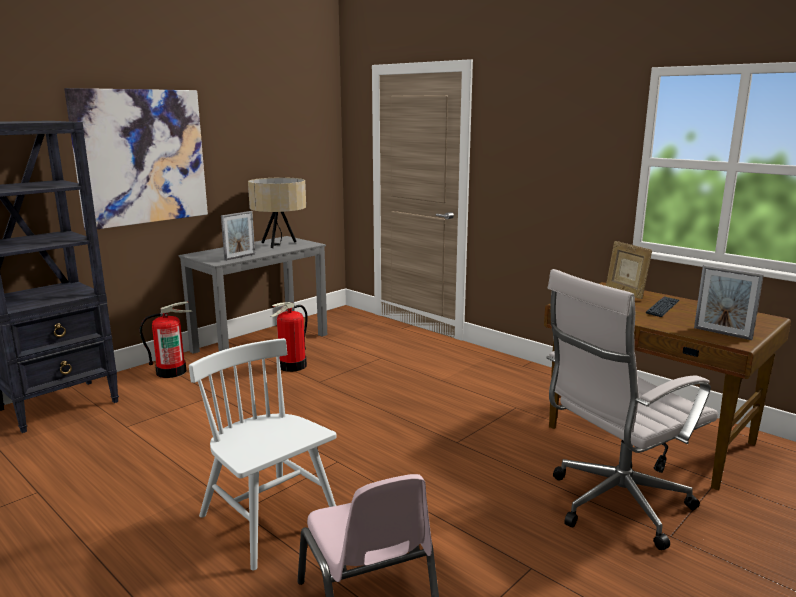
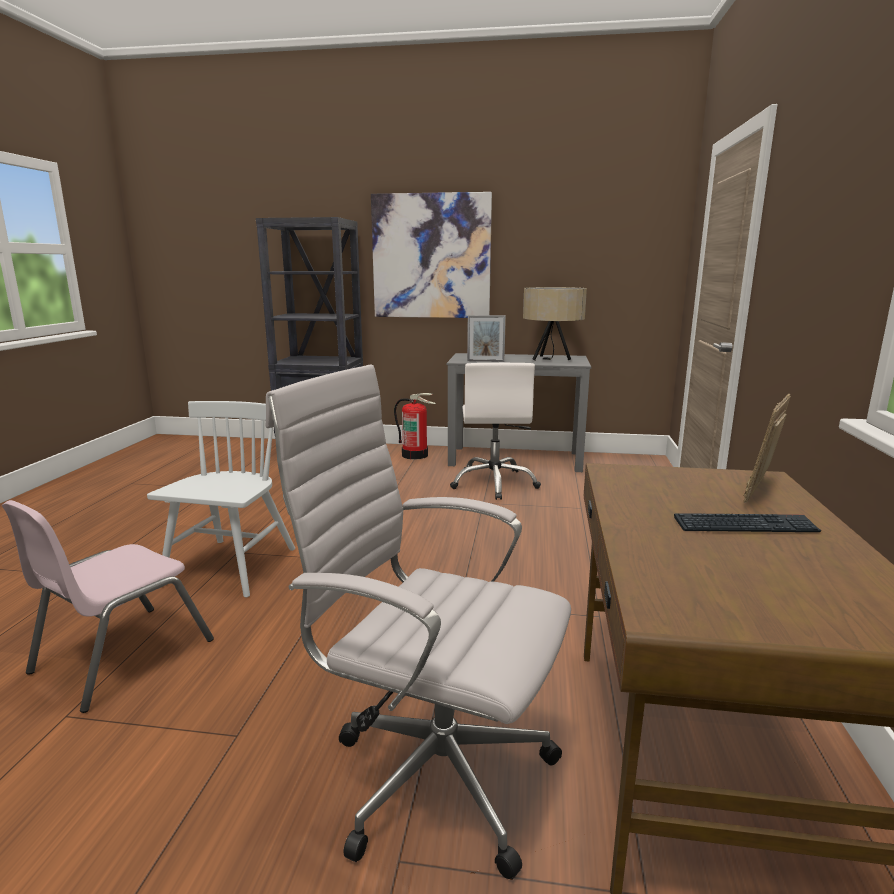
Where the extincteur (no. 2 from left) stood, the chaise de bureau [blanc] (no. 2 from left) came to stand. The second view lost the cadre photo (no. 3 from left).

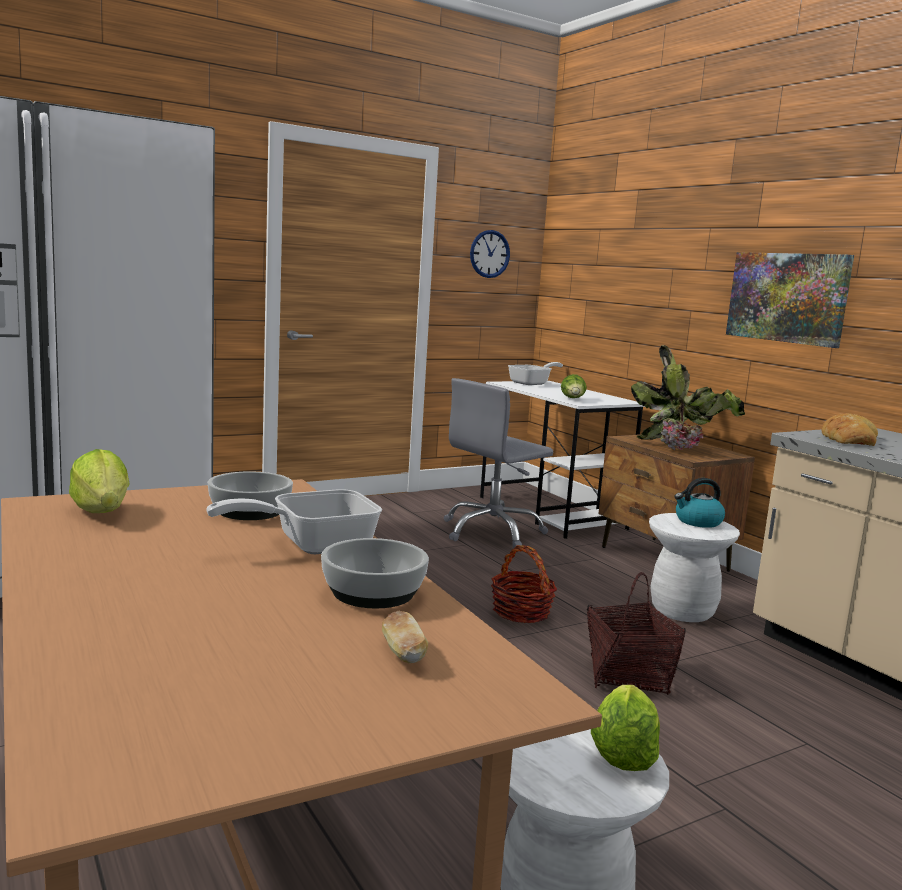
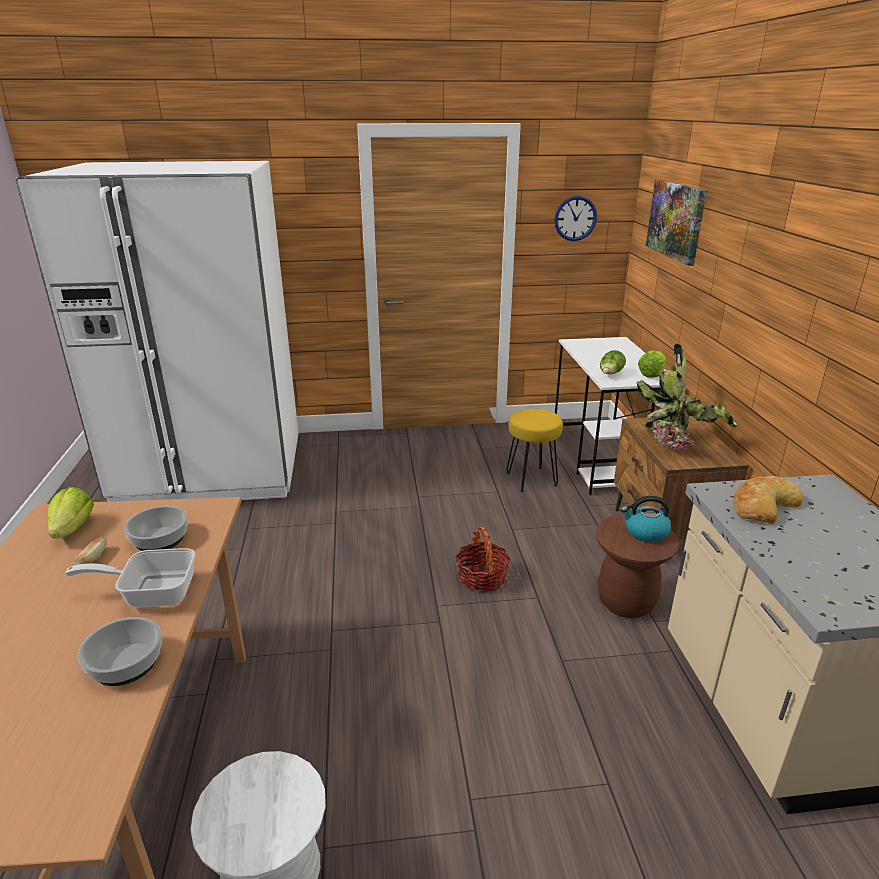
The pain (no. 1 from left) ended up elsewhere. Where the chaise de bureau [gris] stood, the tabouret [jaune] came to stand. What was the tabouret [blanc] (no. 2 from left) turned into the tabouret [marron]. The laitue (no. 3 from left) ended up elsewhere. The tableau ended up elsewhere. The second view lost the poêle (no. 2 from left). The second view lost the panier (no. 2 from left).

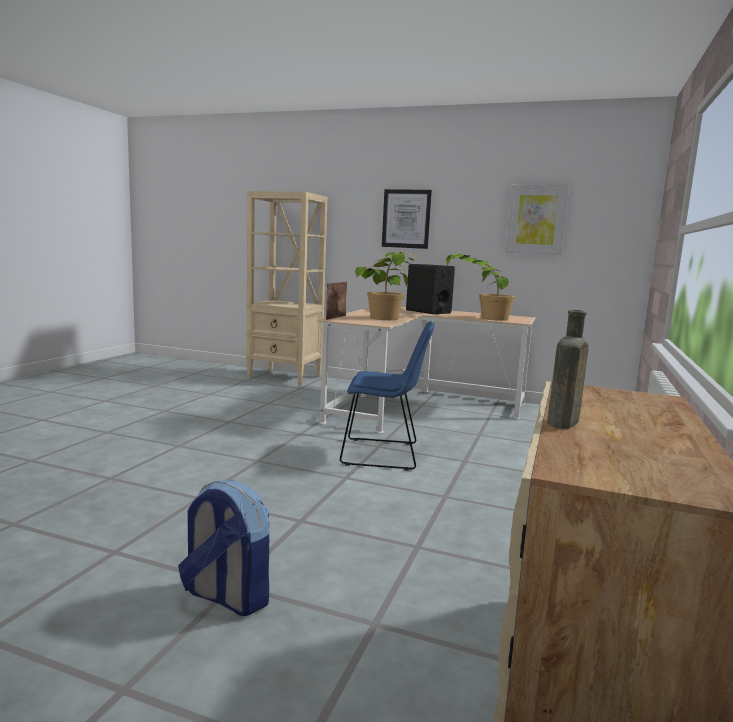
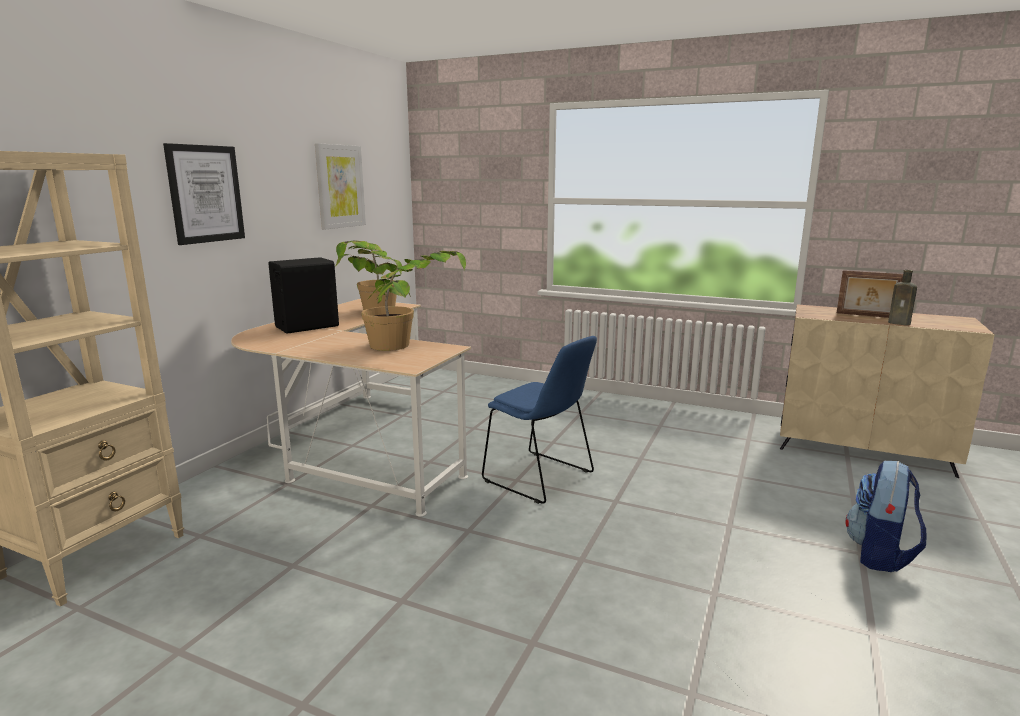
The chaise [bleu] ended up facing another way, 120 degrees clockwise from before. The cadre photo ended up elsewhere.

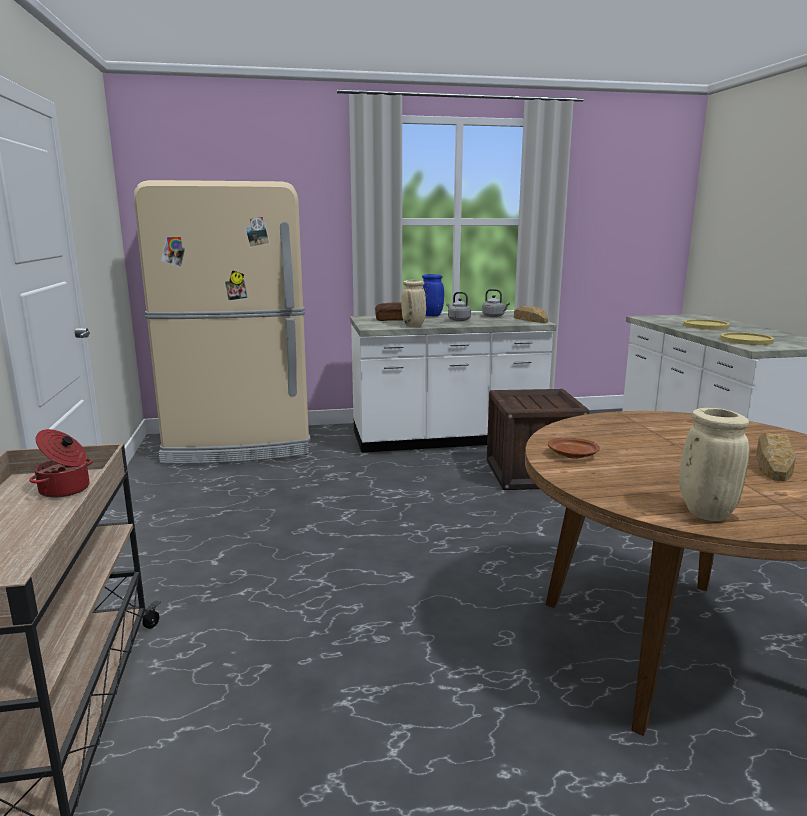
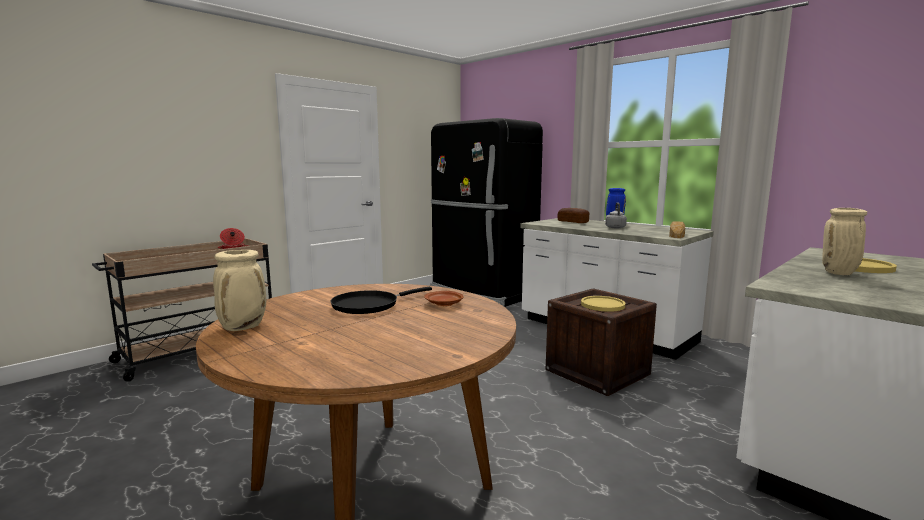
The second view gained the poêle [noir]. The assiette [marron] ended up elsewhere. What was the réfrigérateur [beige] turned into the réfrigérateur [noir]. The assiette [jaune] (no. 2 from left in the first image) ended up elsewhere. The vase [beige] (no. 1 from left in the first image) ended up elsewhere. The second view lost the bouilloire [gris] (no. 2 from left). The second view lost the pain (no. 3 from left).

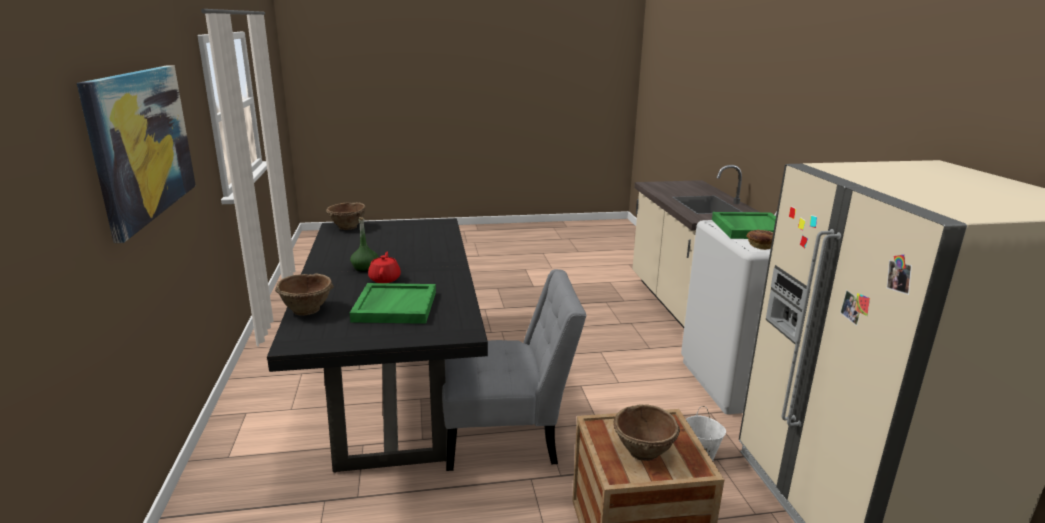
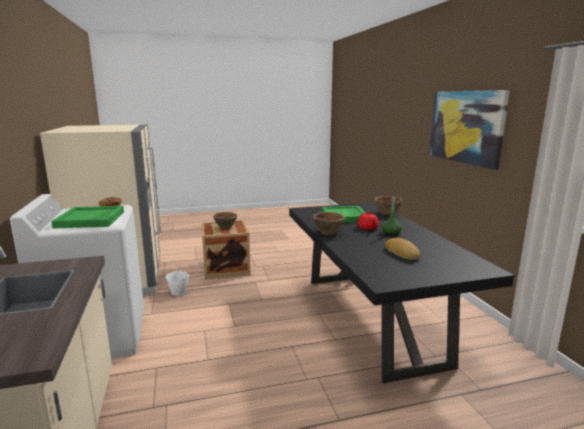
The bol [marron] (no. 2 from left) ended up elsewhere. The second view gained the pain (no. 2 from left). The second view lost the chaise [gris].

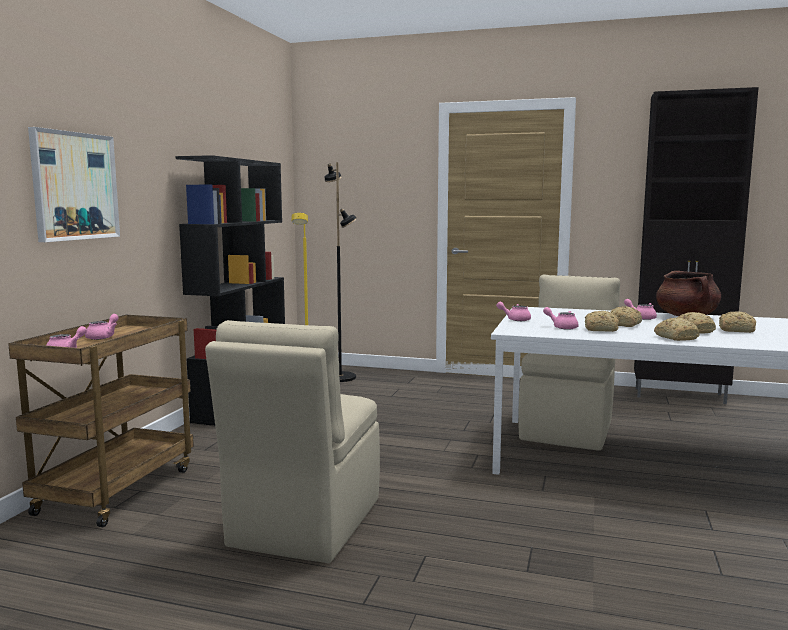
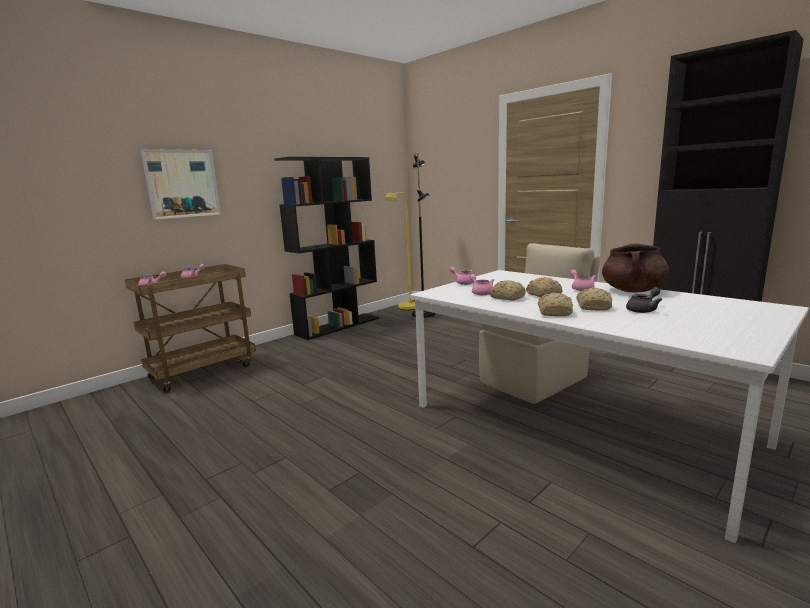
Where the pain (no. 5 from left) stood, the théière [gris] came to stand. The second view lost the chaise [beige] (no. 1 from left).

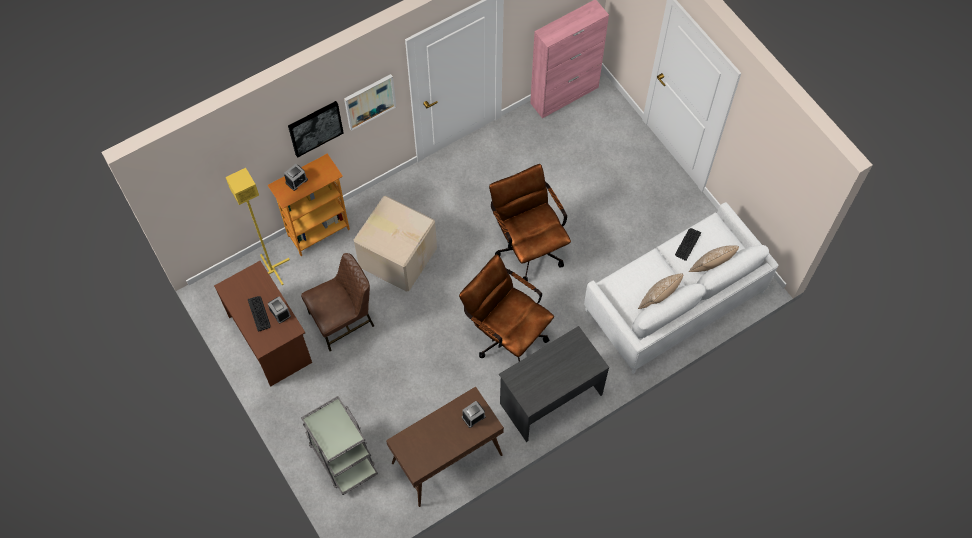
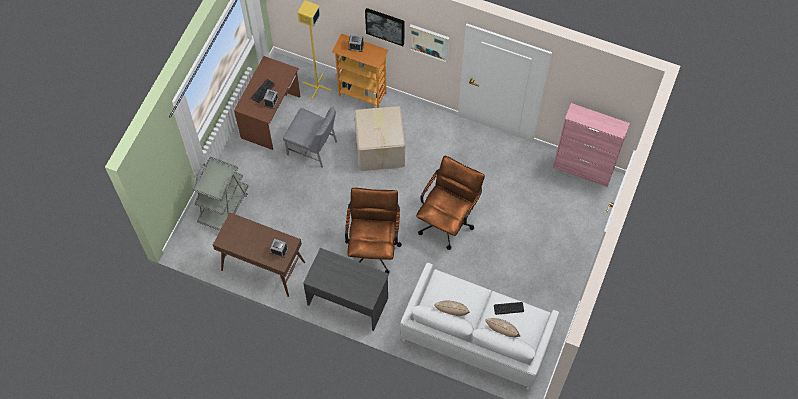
What was the chaise [marron] turned into the chaise [gris].

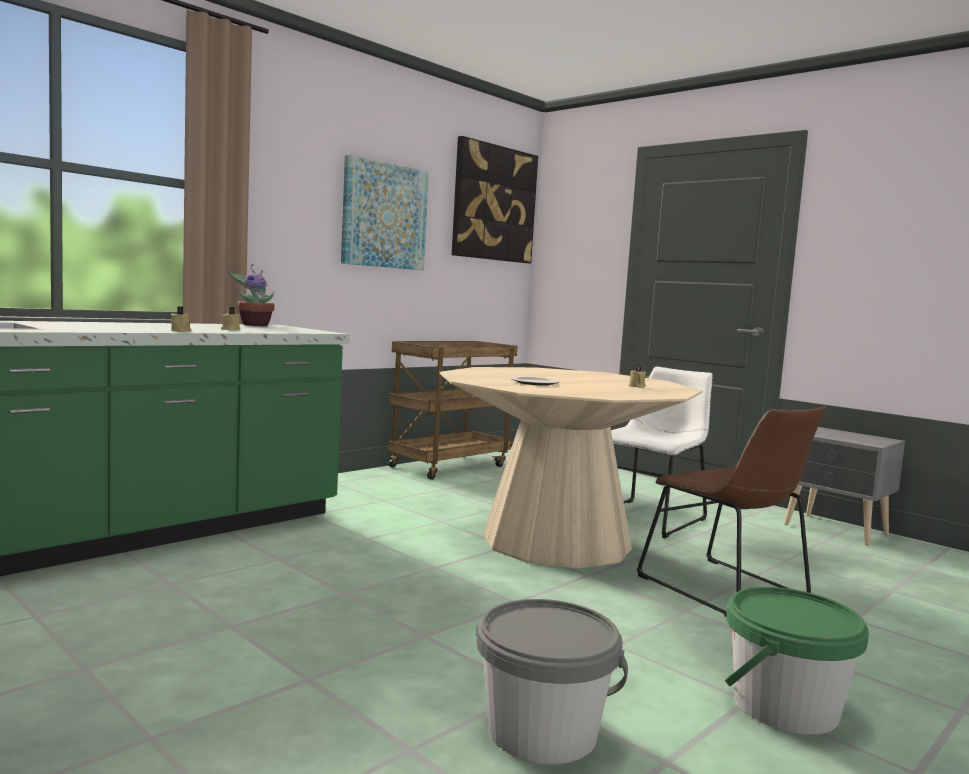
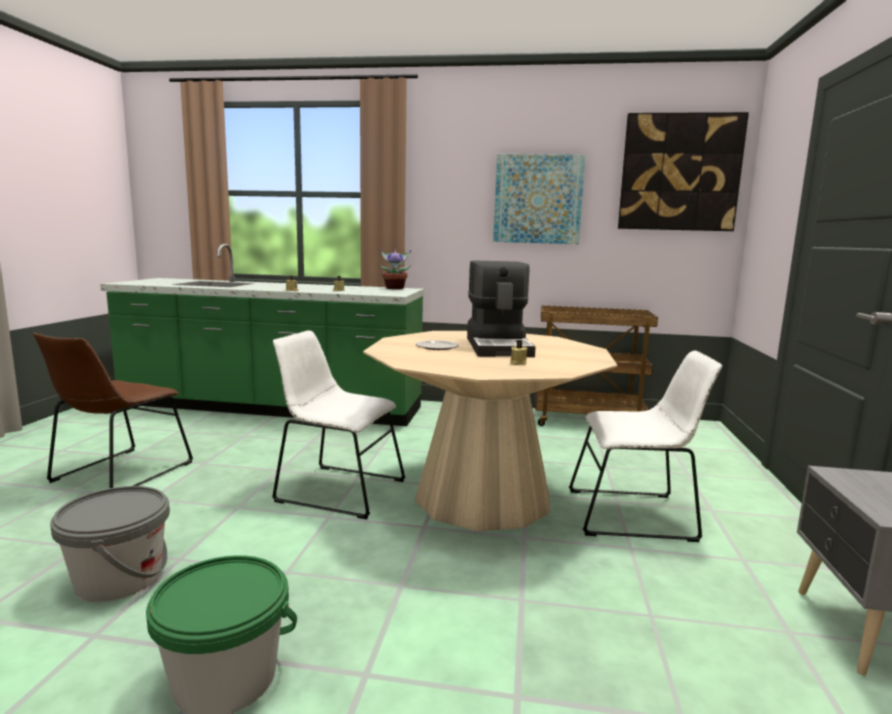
The chaise [marron] ended up elsewhere. The second view gained the chaise [blanc] (no. 1 from left). The second view gained the machine à café.

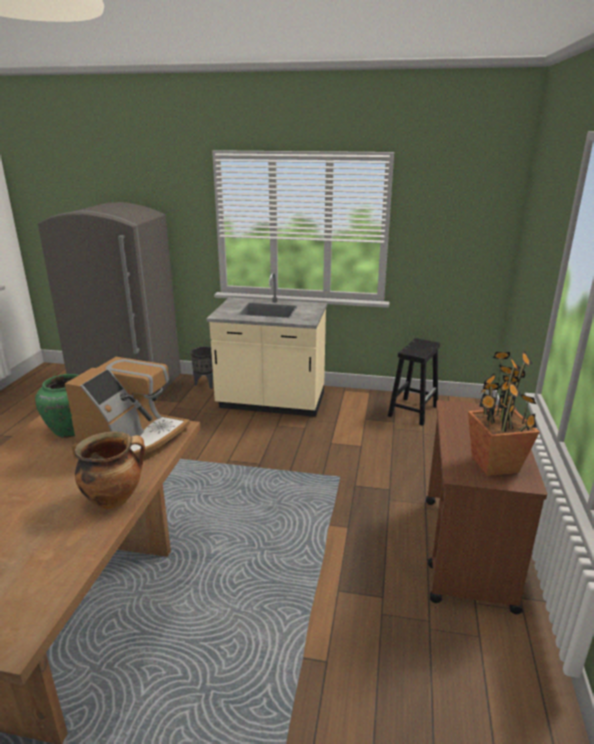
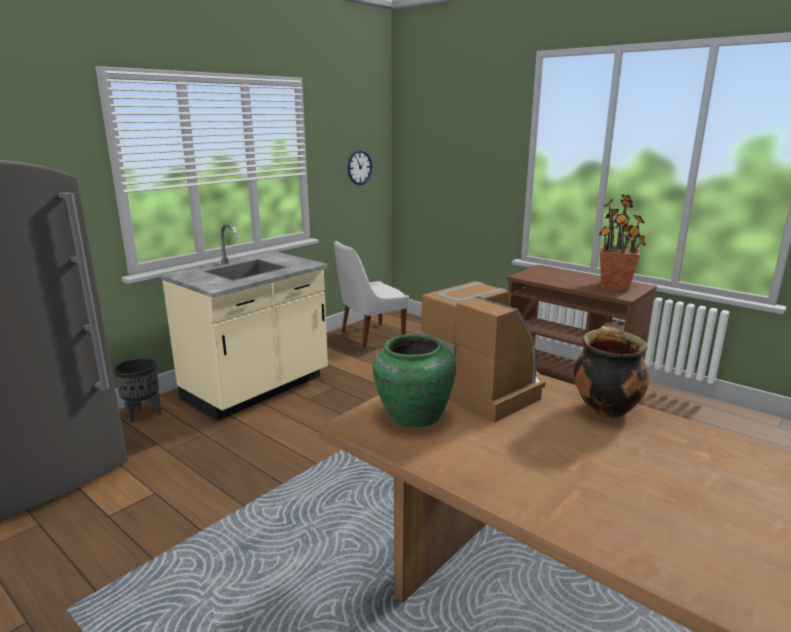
Where the tabouret [noir] stood, the chaise [blanc] came to stand. The second view gained the horloge murale.

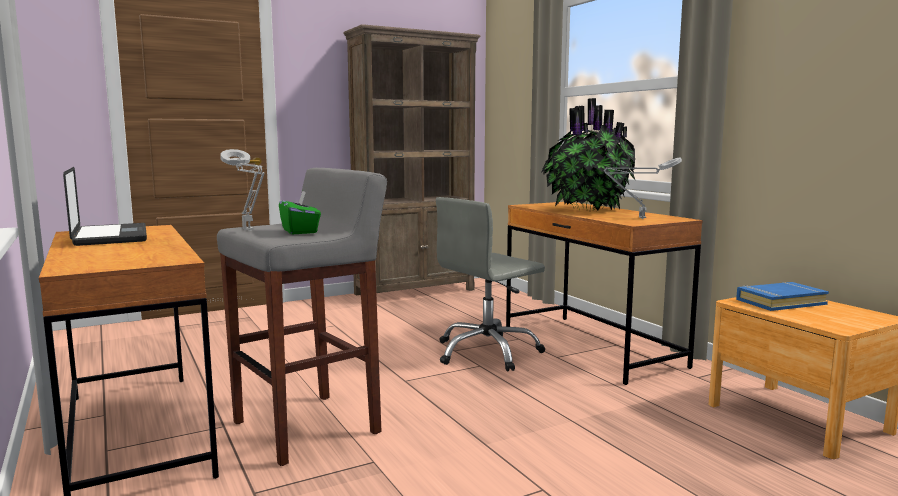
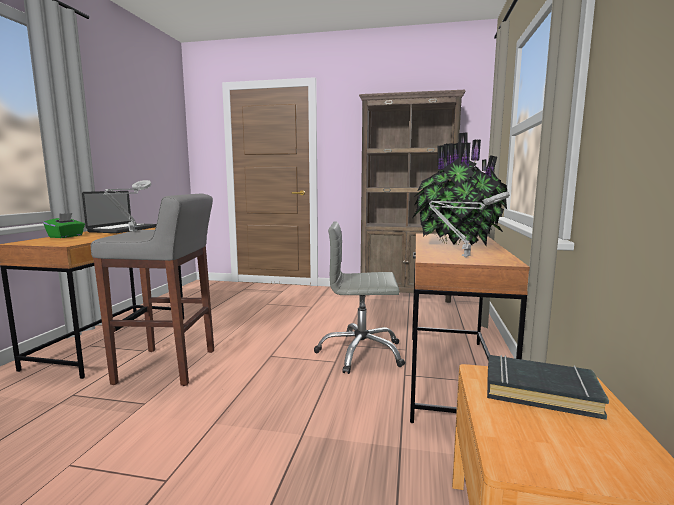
The boîte à mouchoirs [vert] ended up elsewhere. What was the livre [bleu] turned into the livre [noir].

